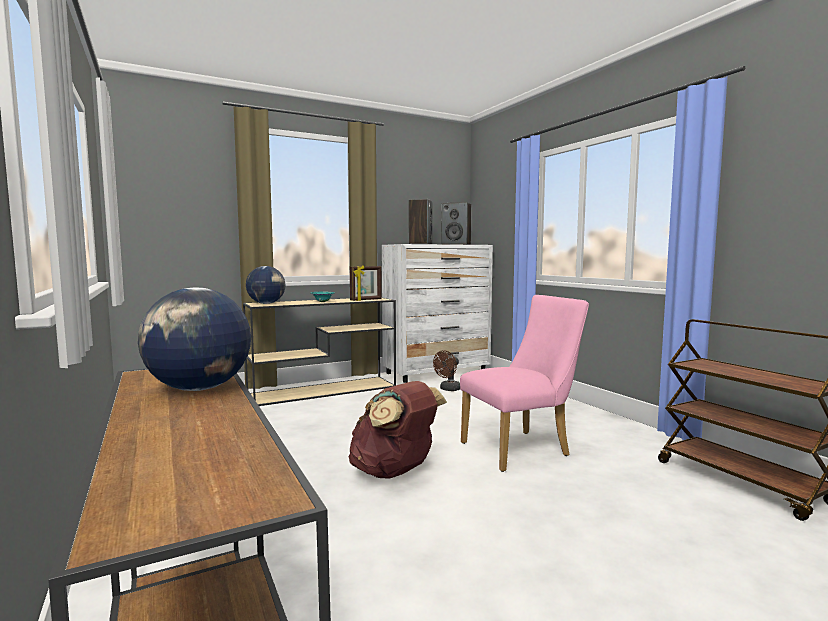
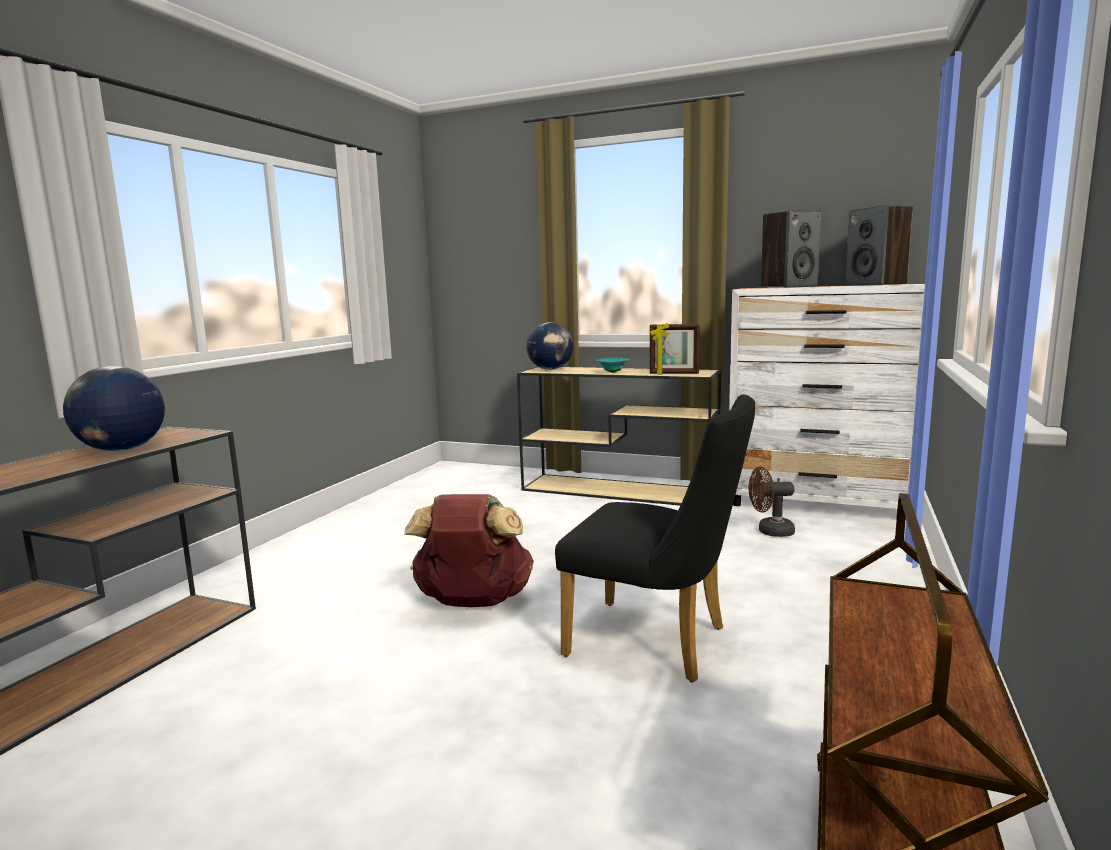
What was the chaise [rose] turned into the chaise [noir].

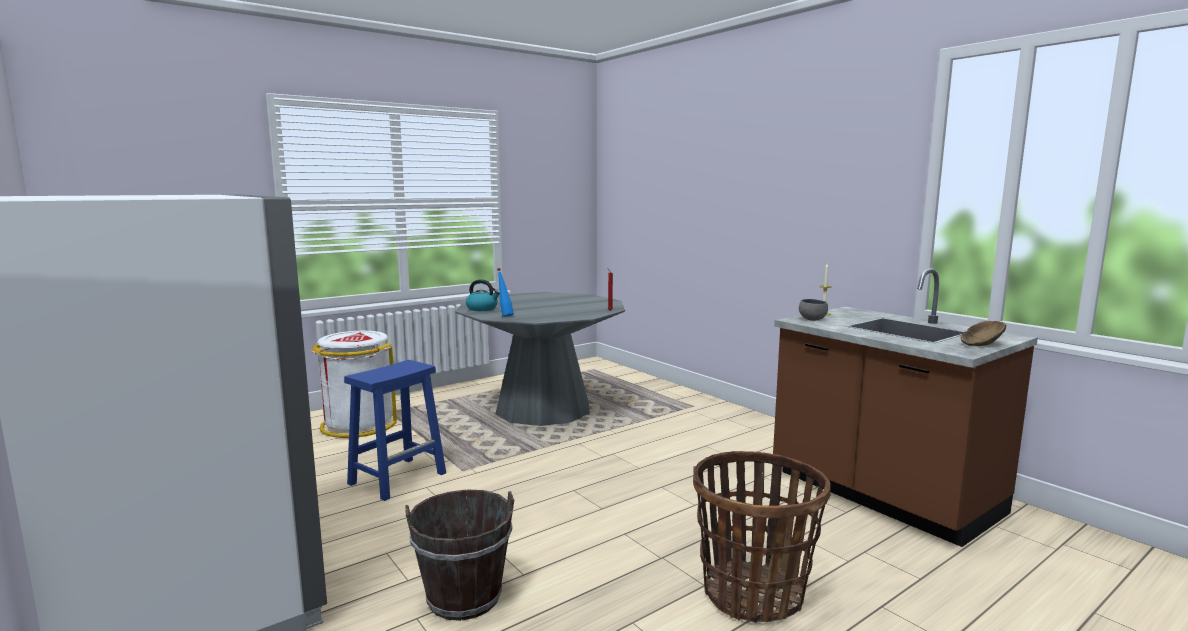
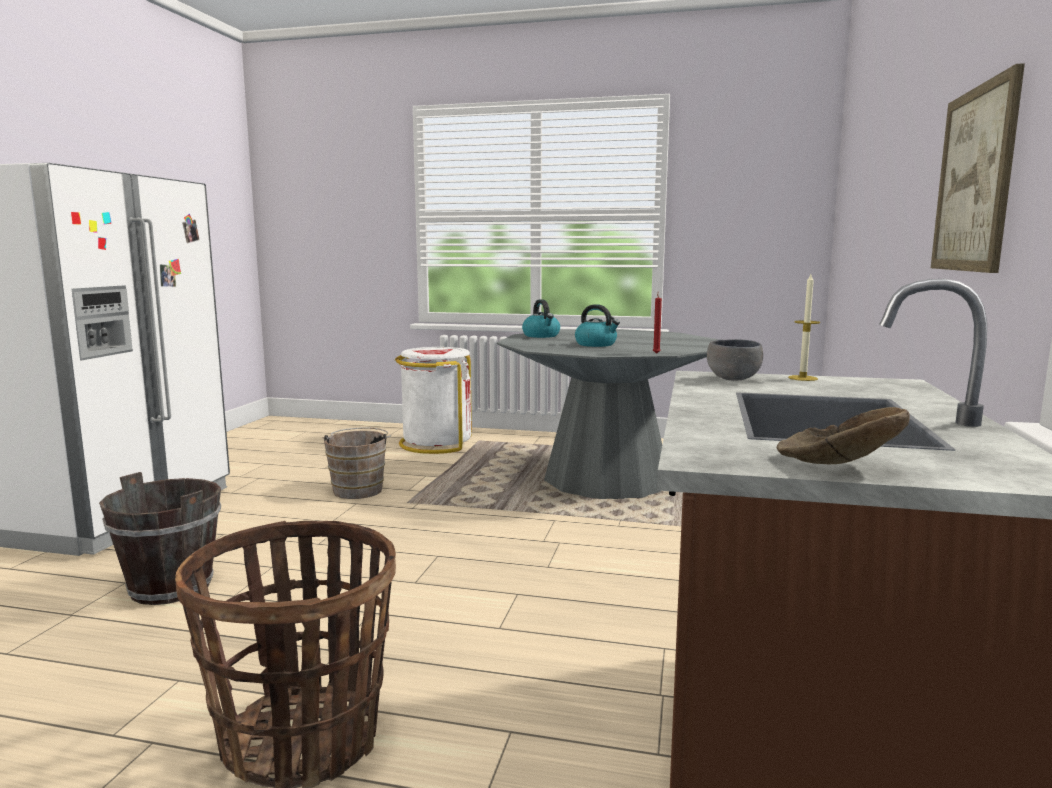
Where the tabouret [bleu] stood, the seau [marron] (no. 2 from left) came to stand. The second view gained the bouilloire (no. 2 from left). The second view gained the tableau. The second view lost the bouteille [bleu].

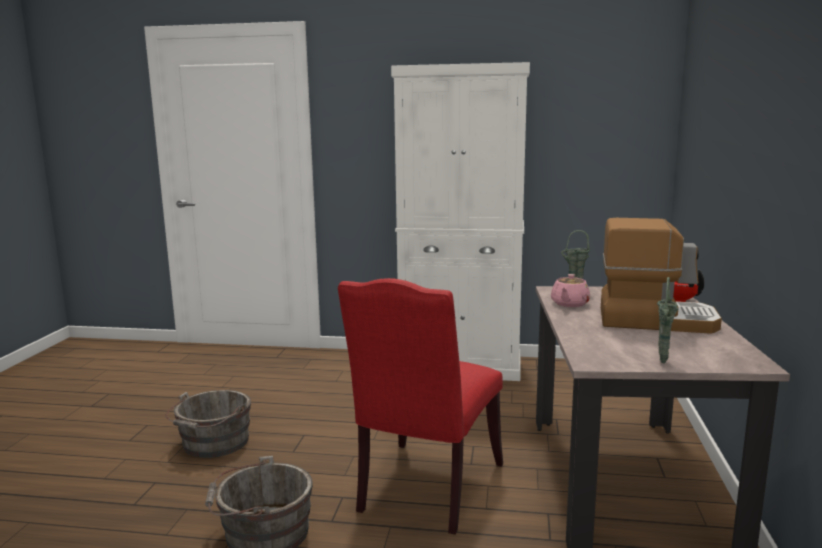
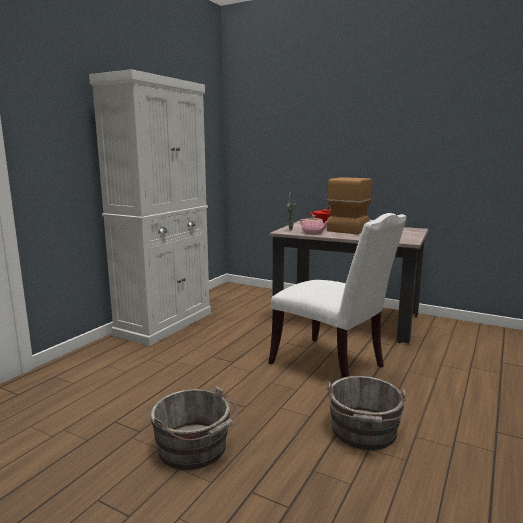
What was the chaise [rouge] turned into the chaise [blanc]. The second view lost the vase [vert] (no. 2 from left).

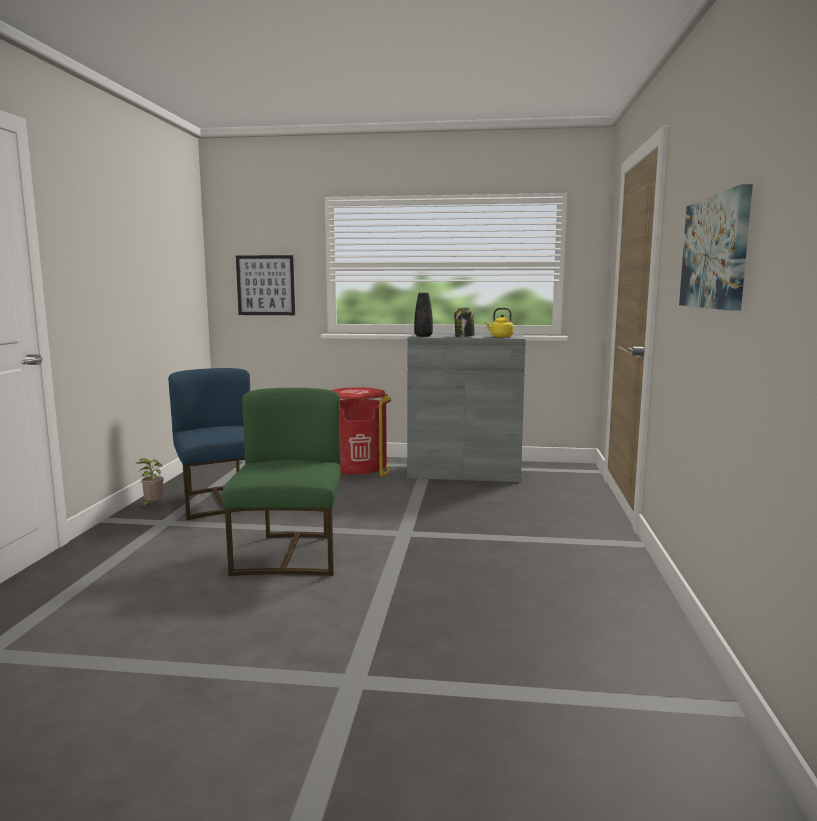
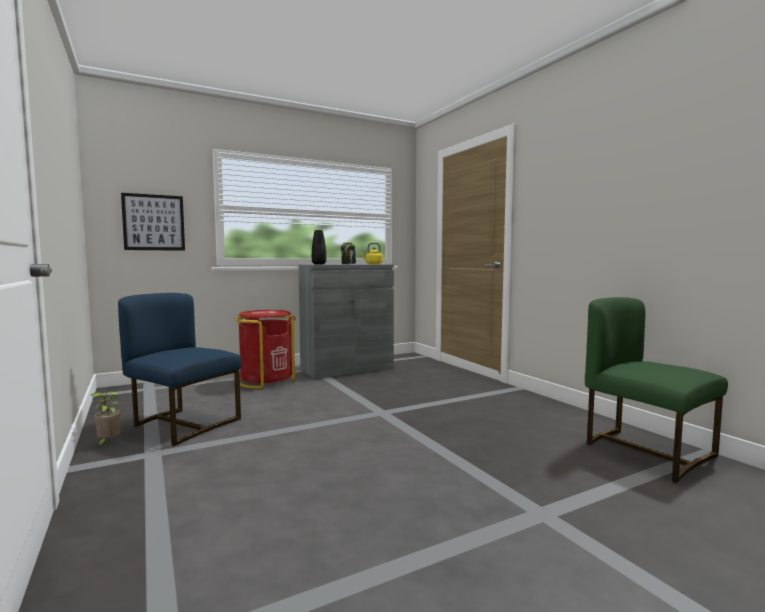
The chaise [vert] ended up elsewhere. The second view lost the tableau (no. 2 from left).

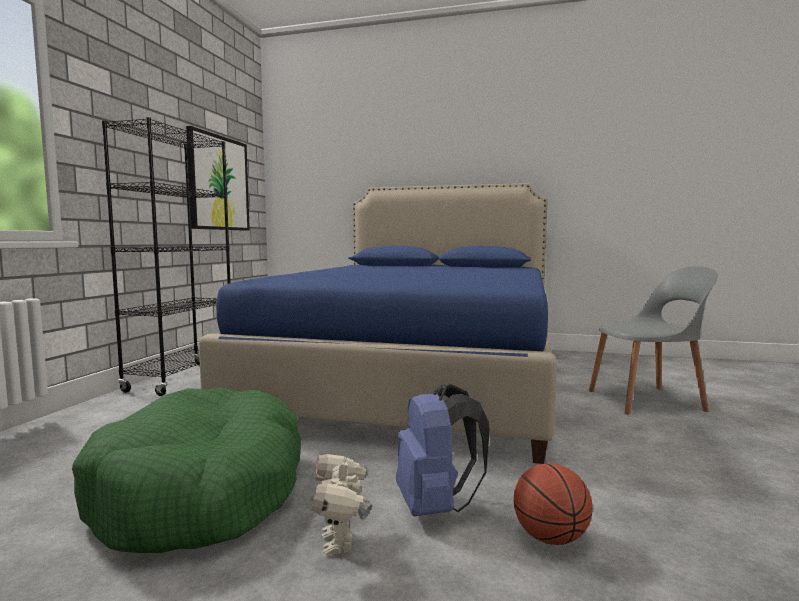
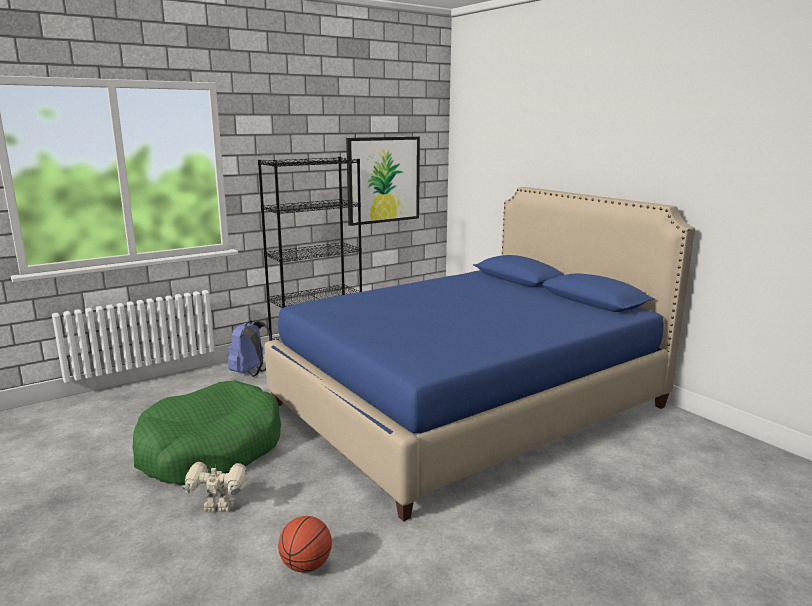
The robot jouet ended up facing another way, 60 degrees clockwise from before. The sac à dos [bleu] ended up elsewhere. The second view lost the chaise [gris].

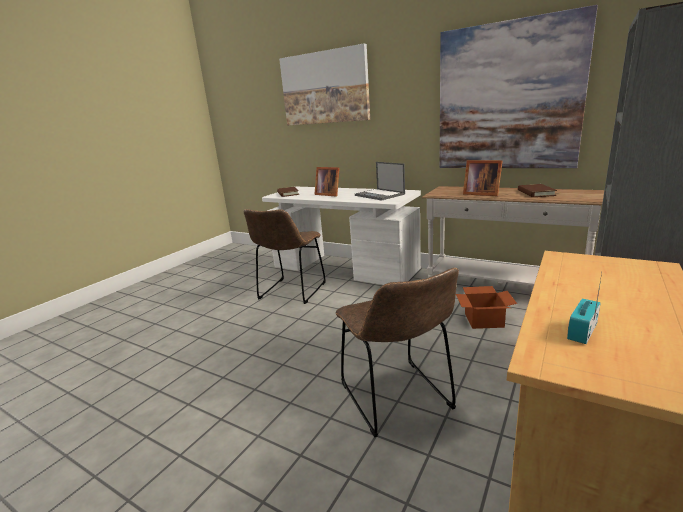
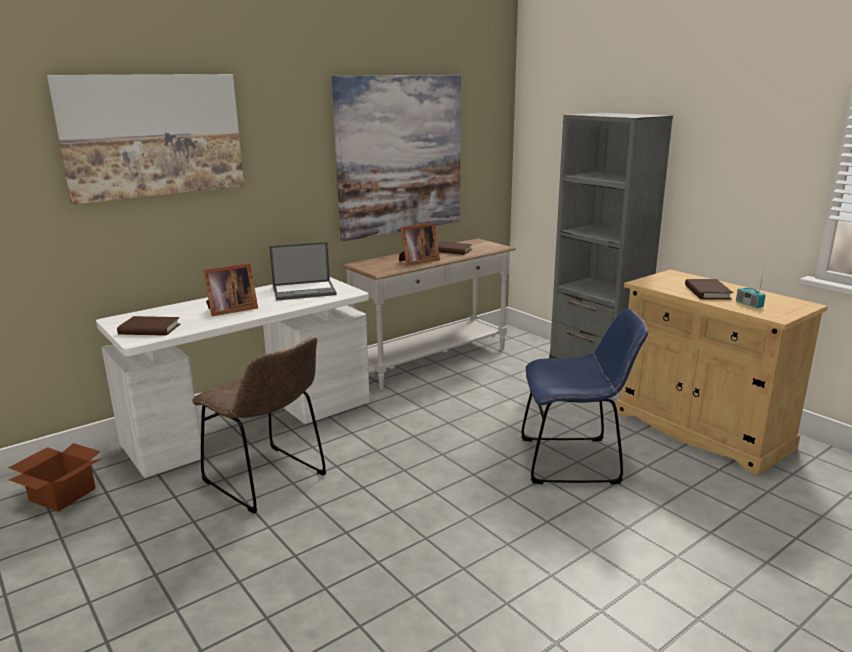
The carton ended up elsewhere. What was the chaise [marron] (no. 2 from left) turned into the chaise [bleu]. The second view gained the livre [marron] (no. 3 from left).

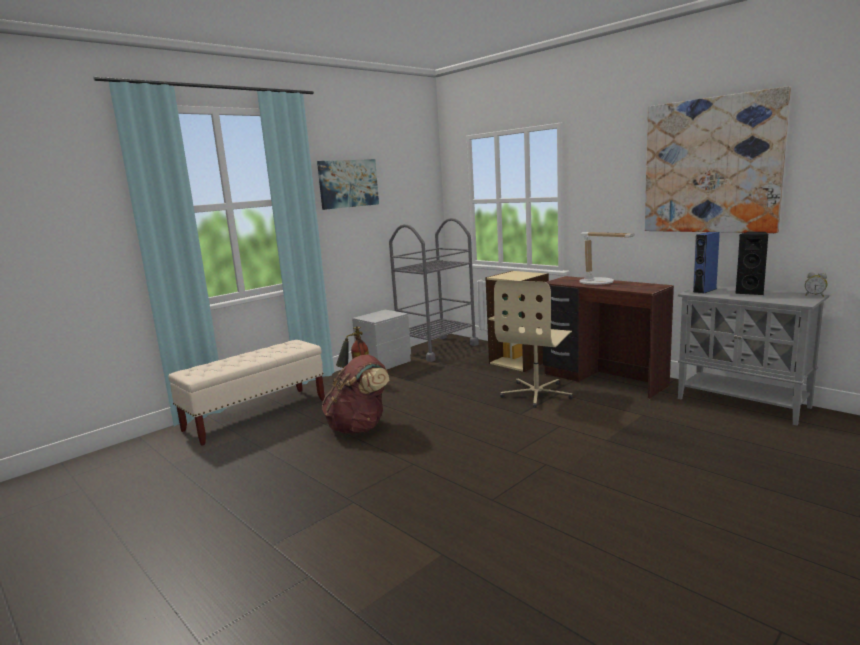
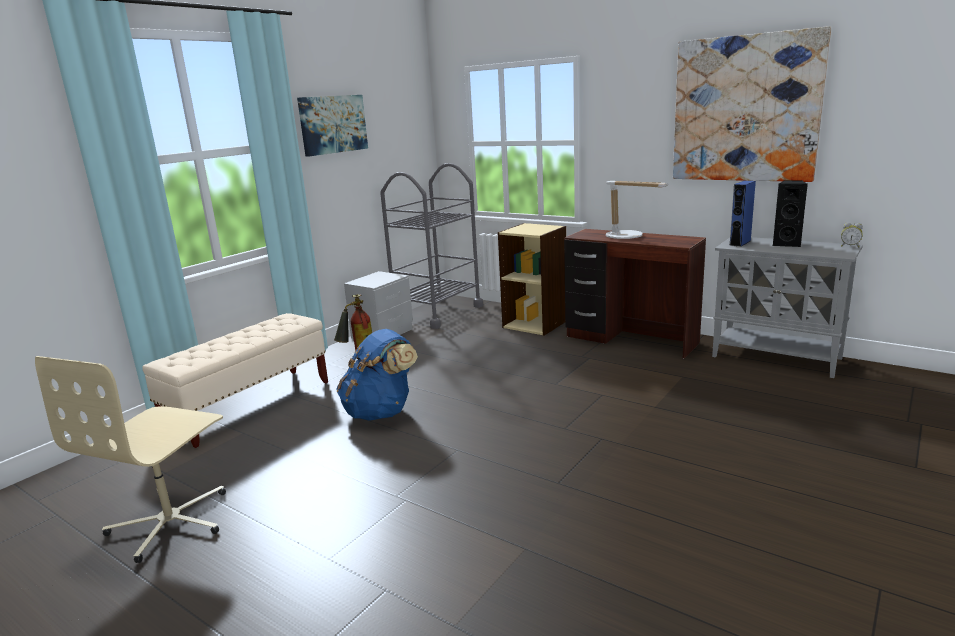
The chaise de bureau [beige] ended up elsewhere. What was the sac à dos [marron] turned into the sac à dos [bleu].

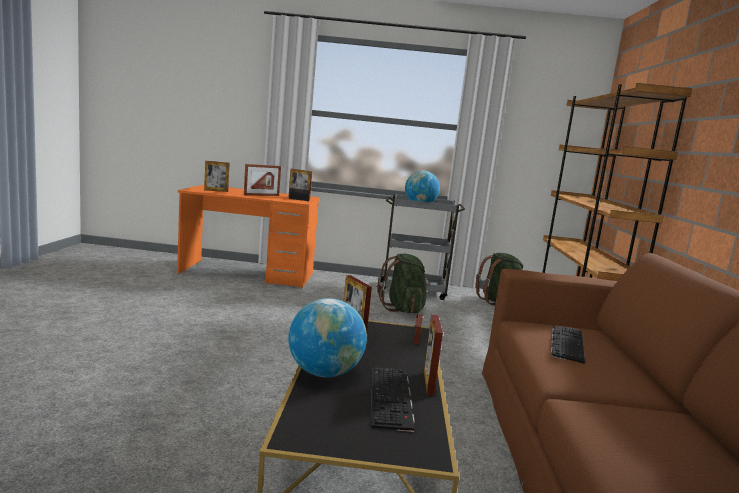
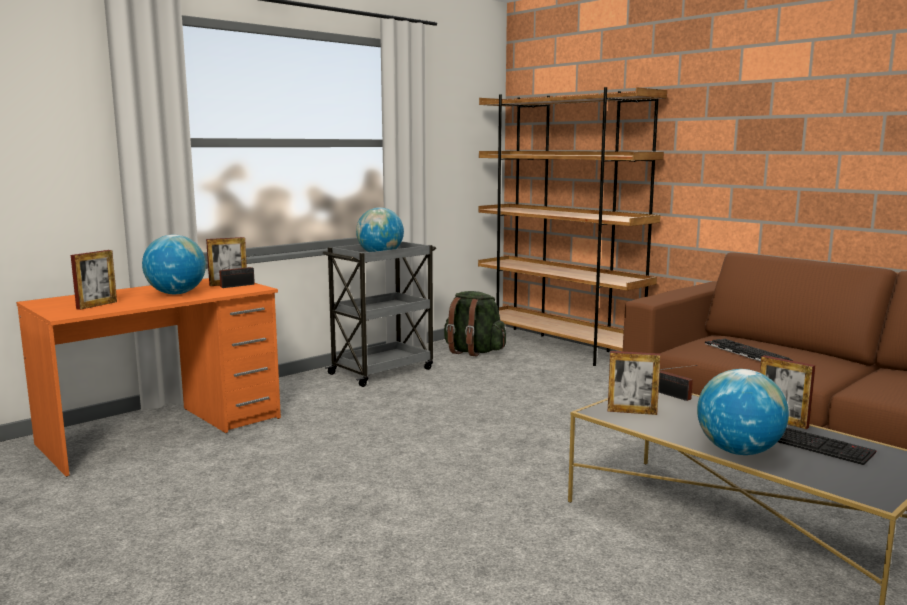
Where the cadre photo (no. 2 from left) stood, the globe (no. 1 from left) came to stand. The second view lost the sac à dos [vert] (no. 1 from left).

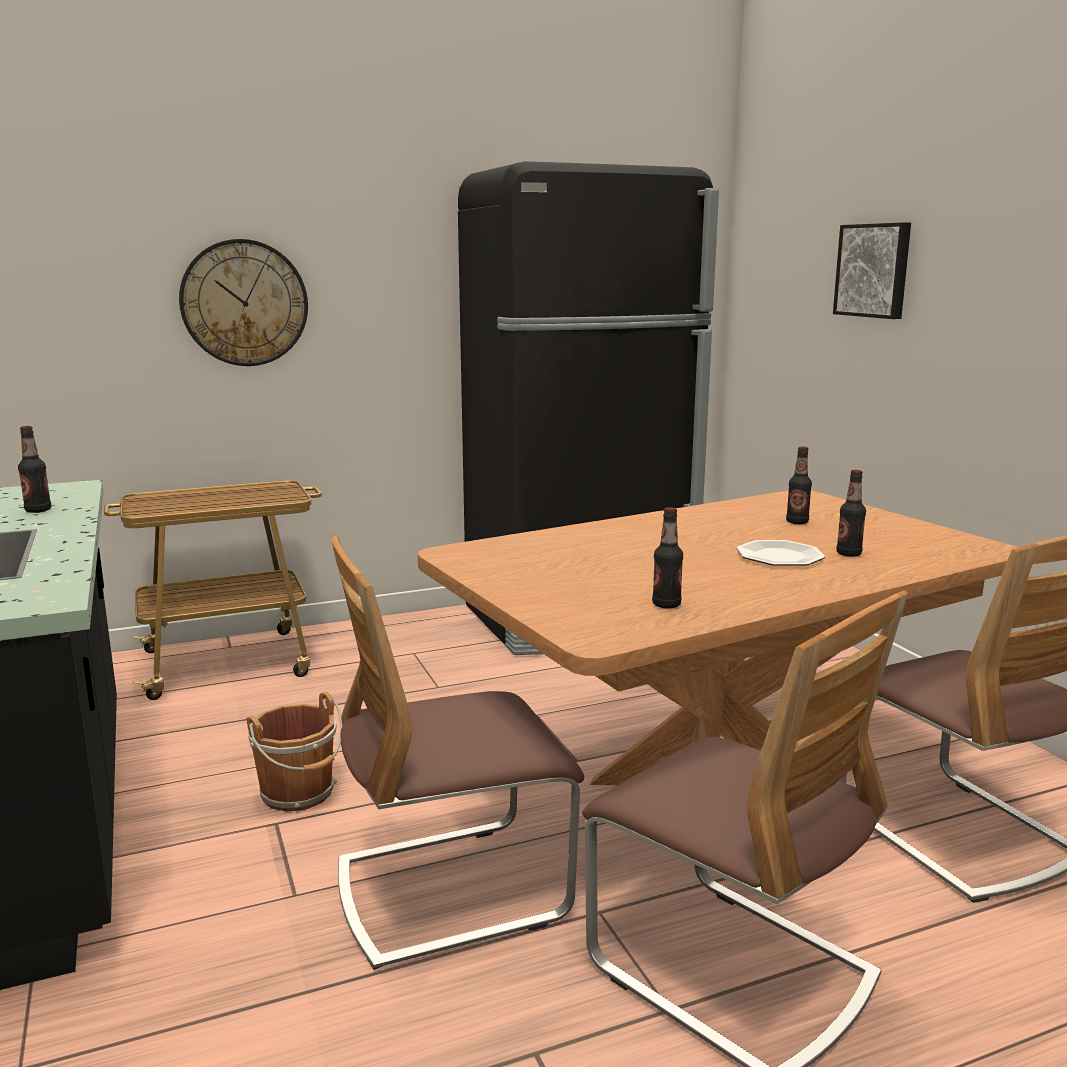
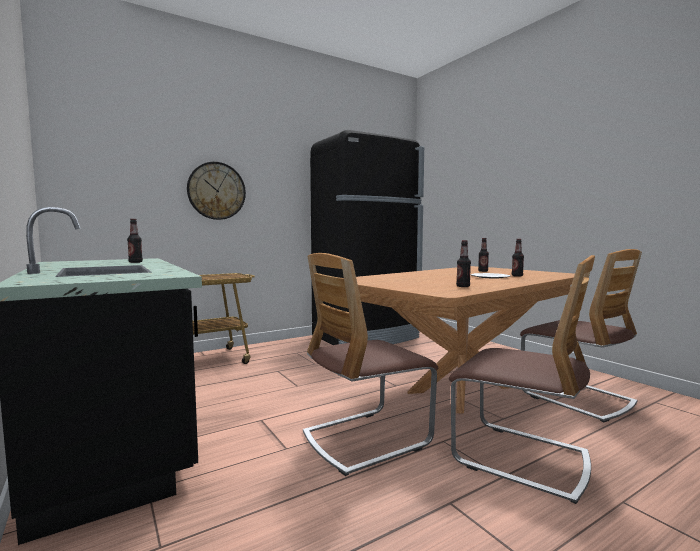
The second view lost the seau [marron]. The second view lost the tableau.

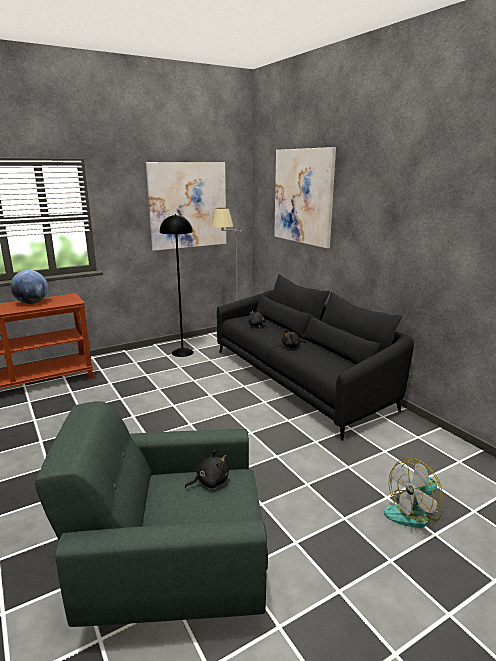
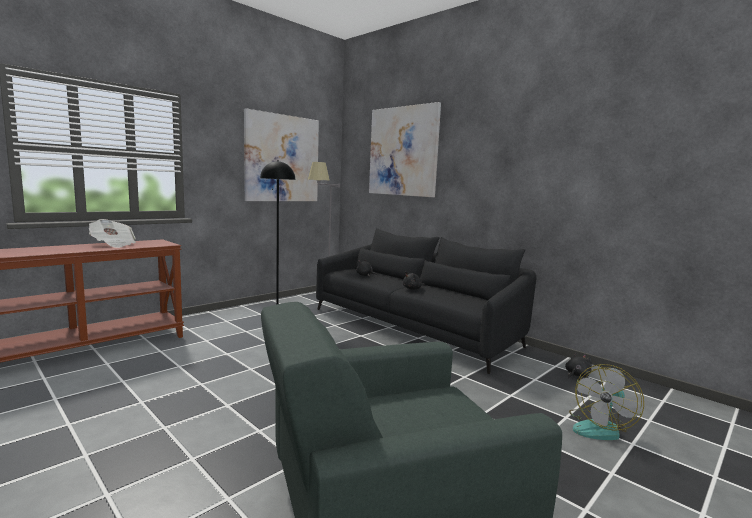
Where the globe stood, the journal came to stand. The peluche [noir] (no. 1 from left in the first image) ended up elsewhere.

